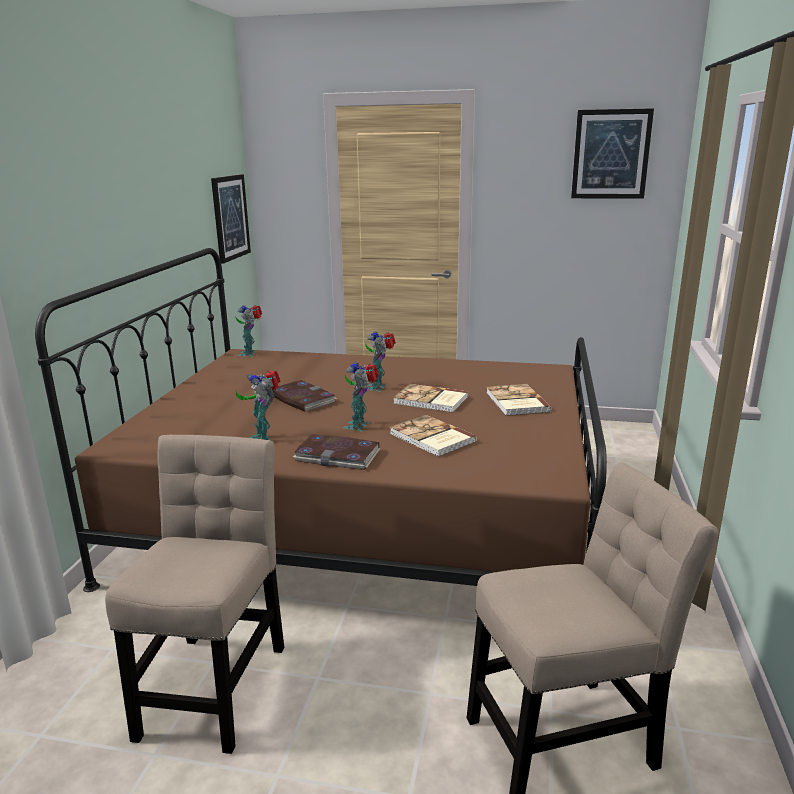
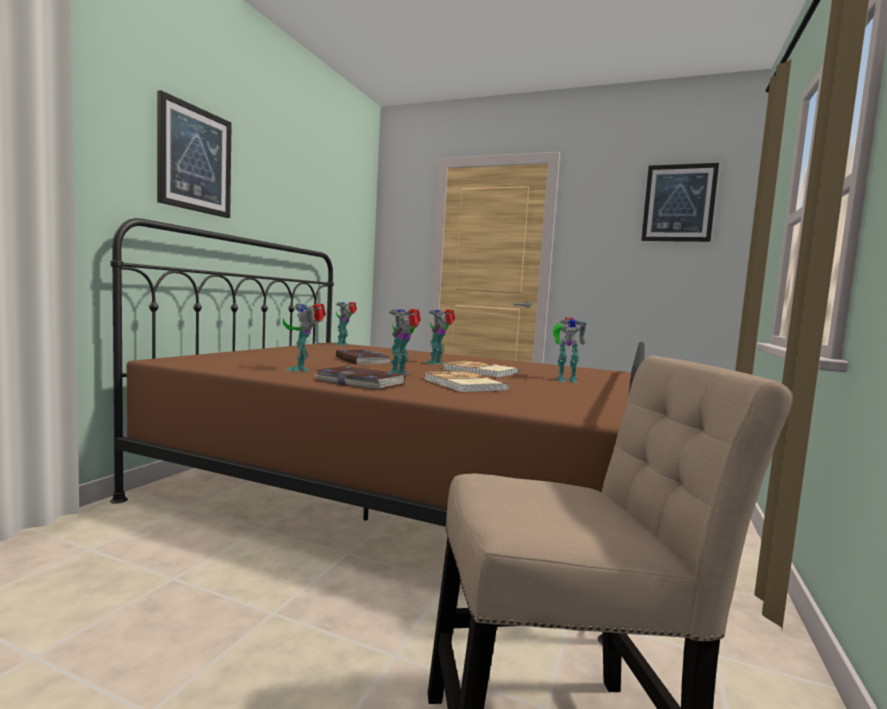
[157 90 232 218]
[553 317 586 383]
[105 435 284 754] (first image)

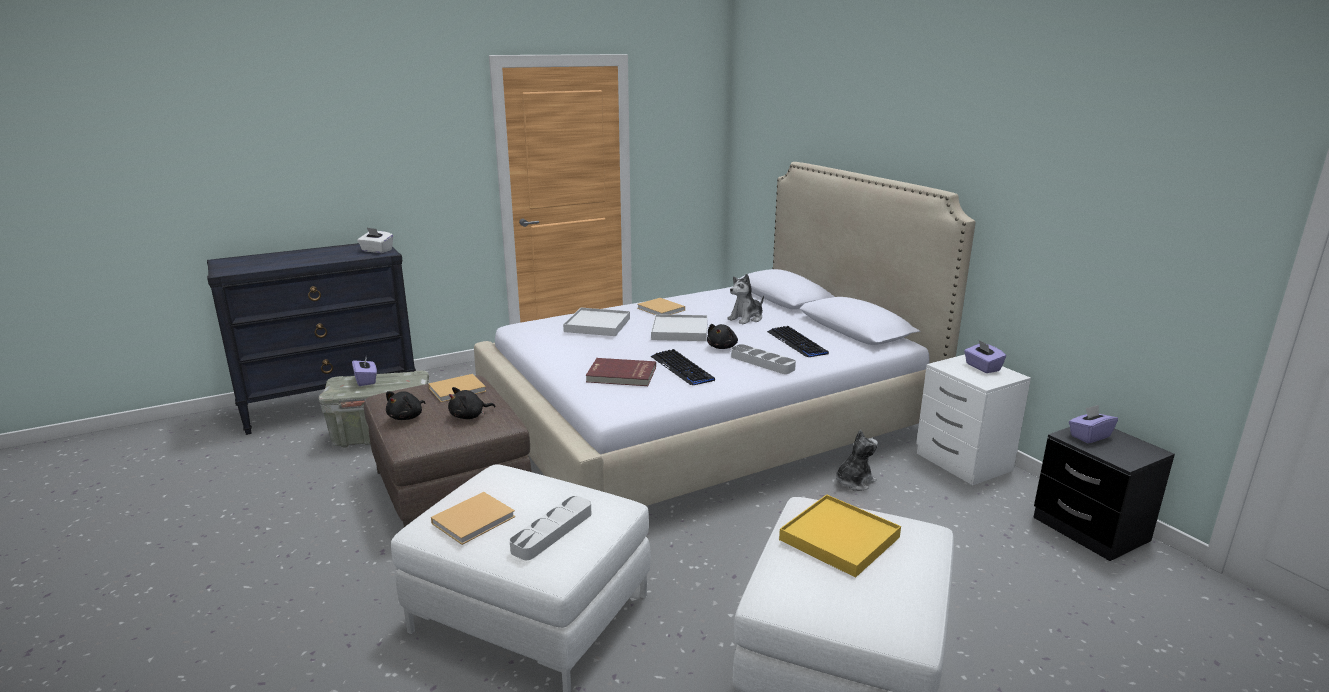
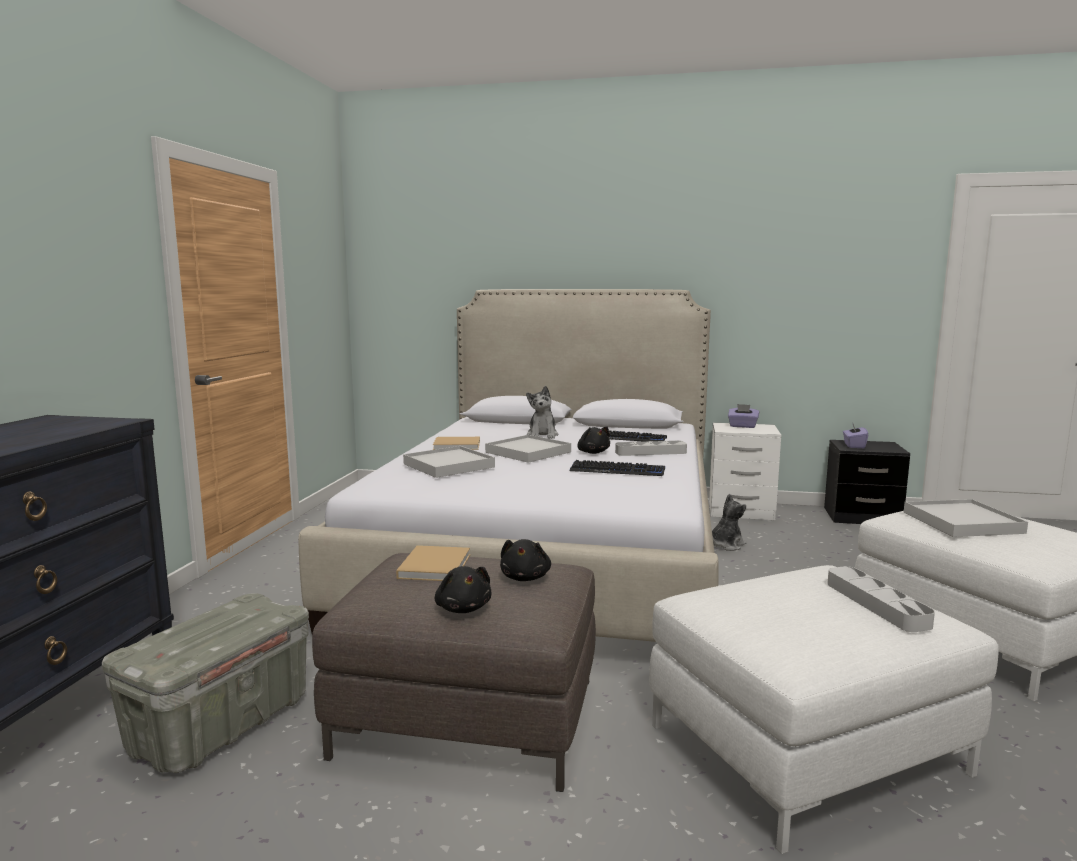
[712 494 746 551]
[904 499 1028 537]
[352 358 377 386] (first image)
[357 227 393 253] (first image)
[431 492 515 545] (first image)
[585 358 656 386] (first image)

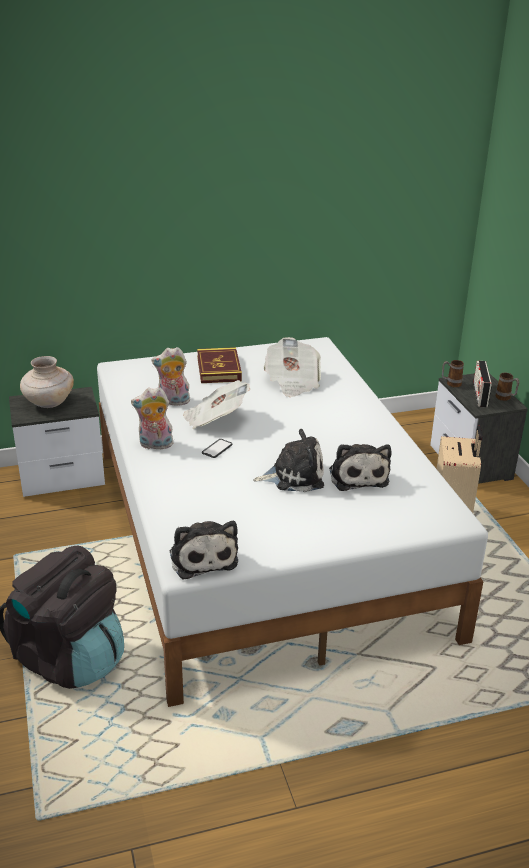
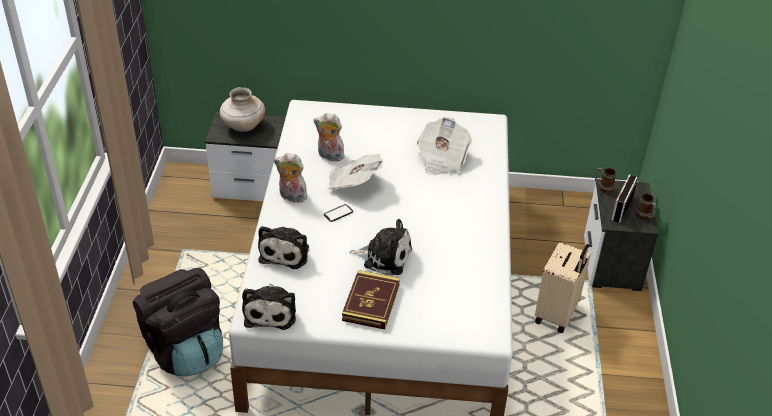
[258 226 309 269]
[342 270 400 330]

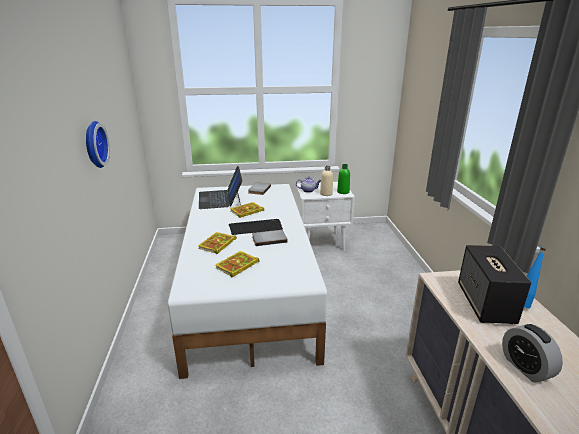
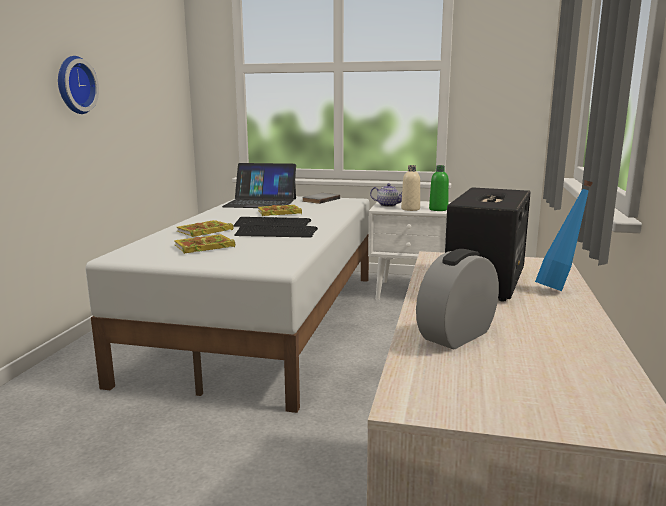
[222 163 296 208]
[235 225 318 238]
[416 249 499 349]

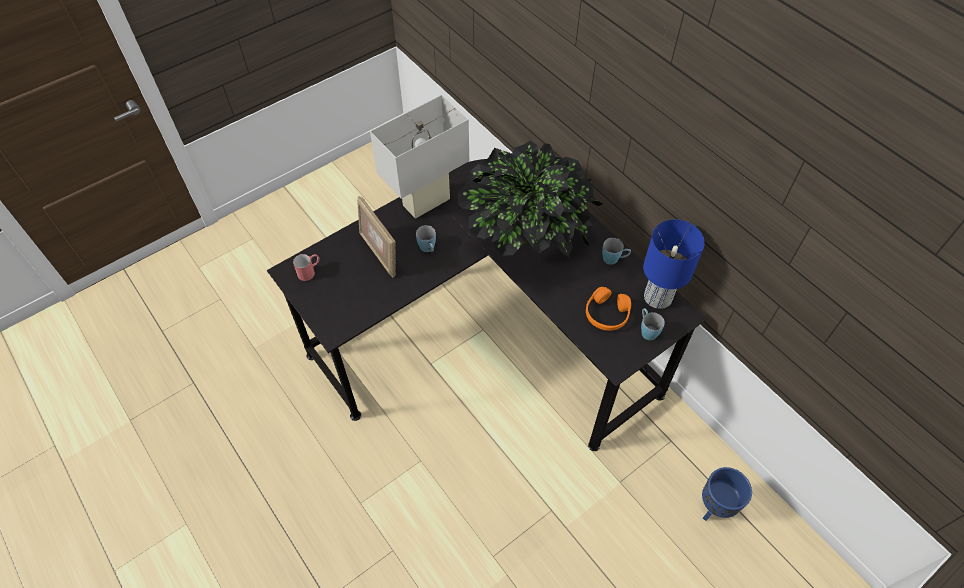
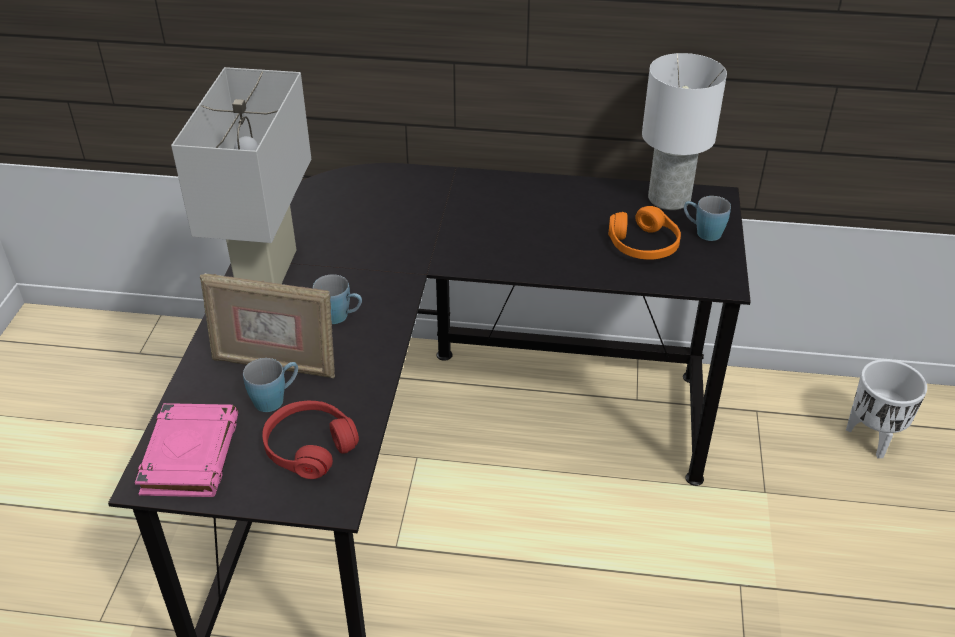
[135 403 239 497]
[243 358 298 412]
[262 401 359 479]
[642 53 727 210]
[846 359 927 458]
[457 141 603 257] (first image)

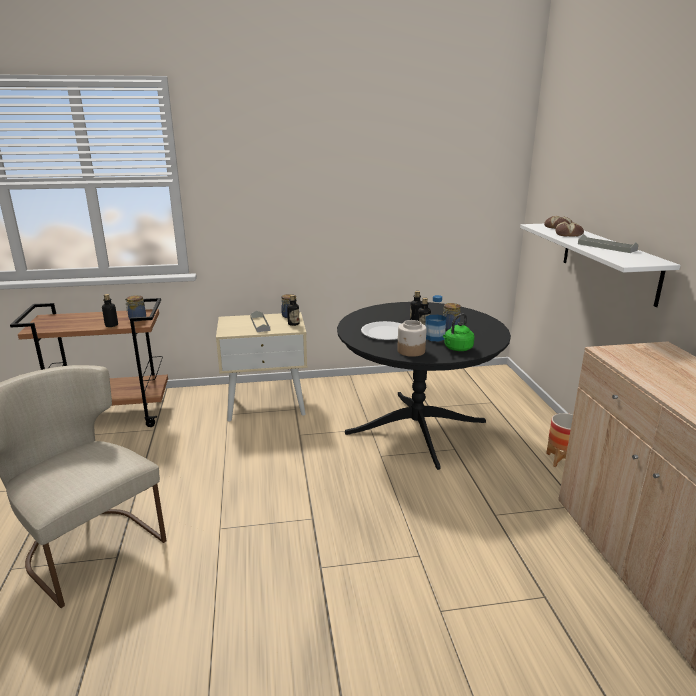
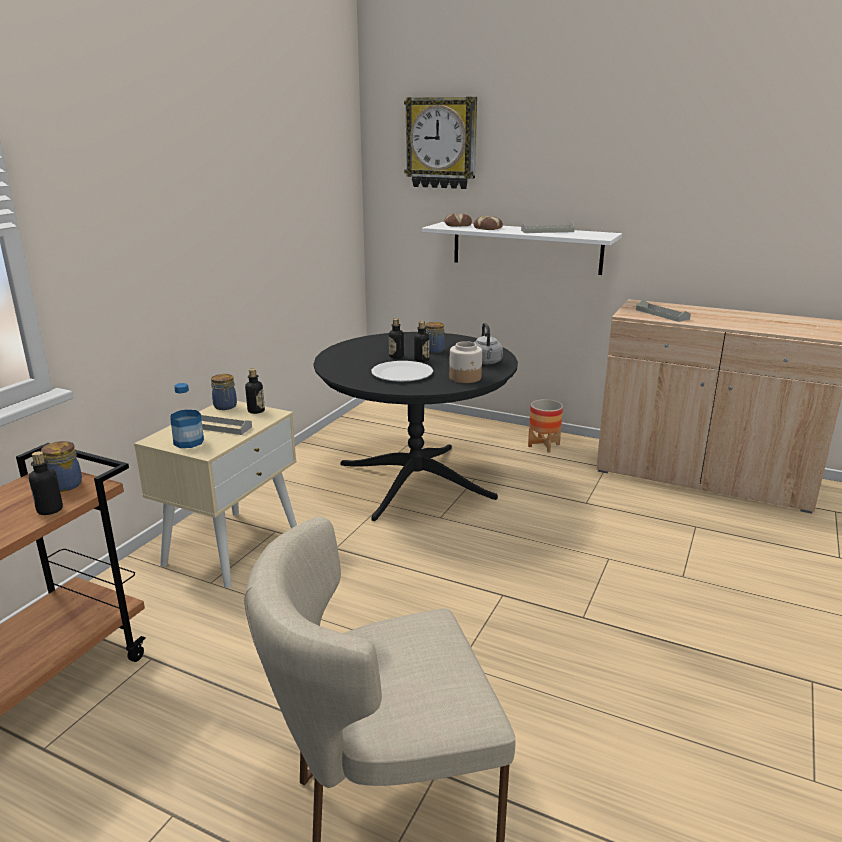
[170 383 204 448]
[404 97 477 189]
[474 323 503 364]
[636 300 691 322]

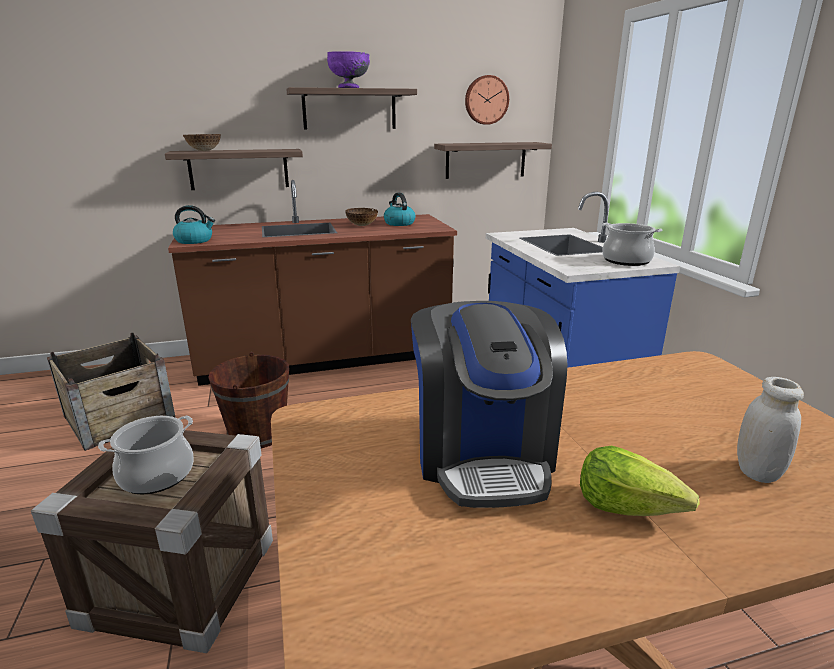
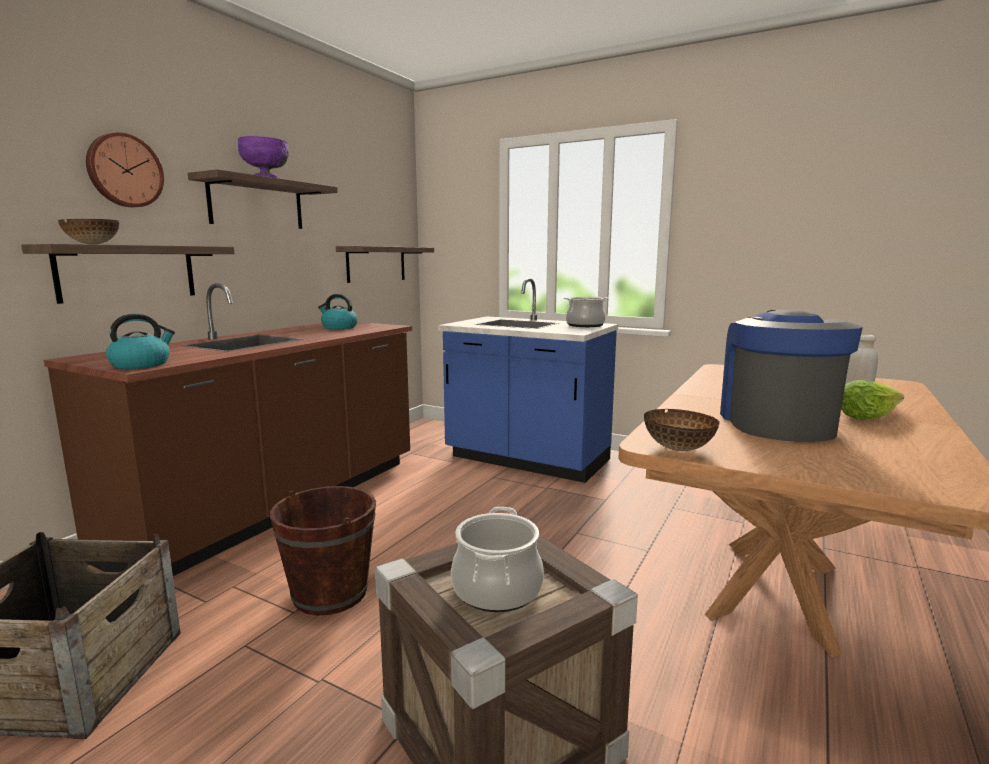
[86 132 164 207]
[644 409 720 451]
[720 310 863 442]

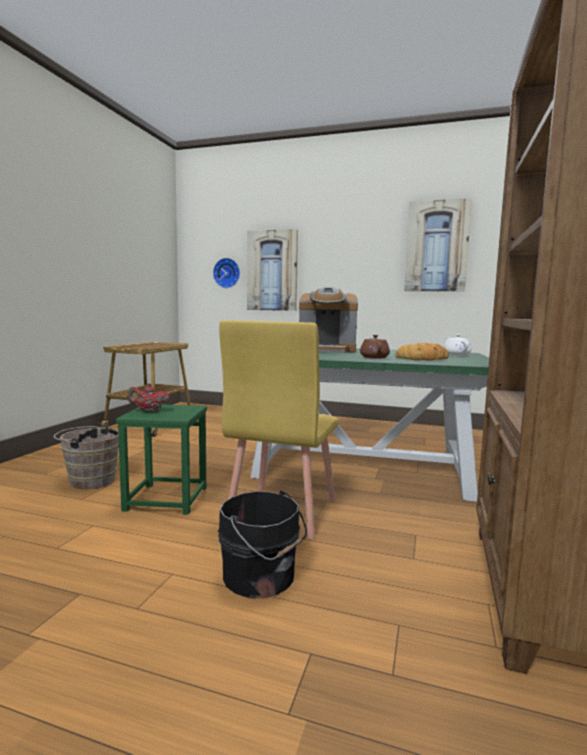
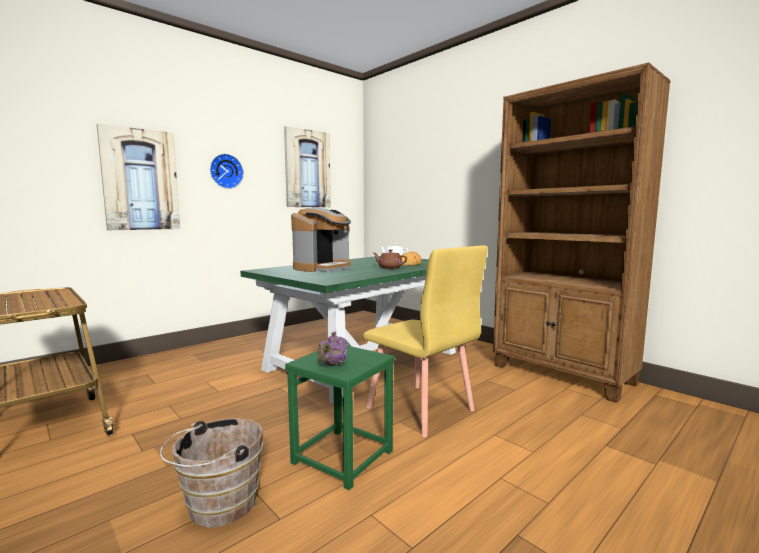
[210 154 244 189]
[318 332 347 366]
[218 490 307 599] (first image)

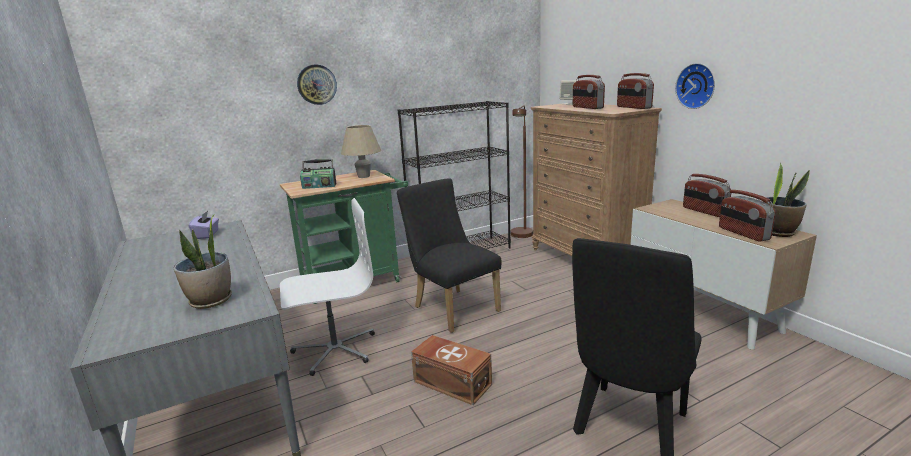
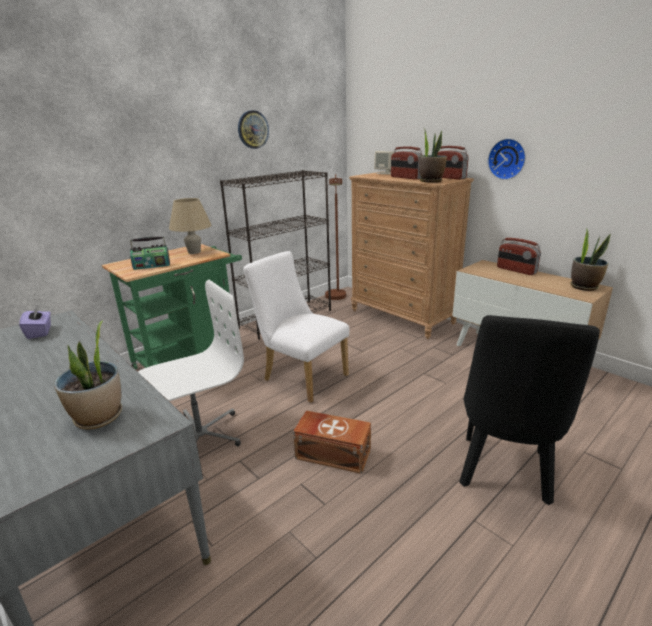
[238 110 269 149]
[243 251 350 403]
[419 127 447 183]
[719 190 776 242] (first image)

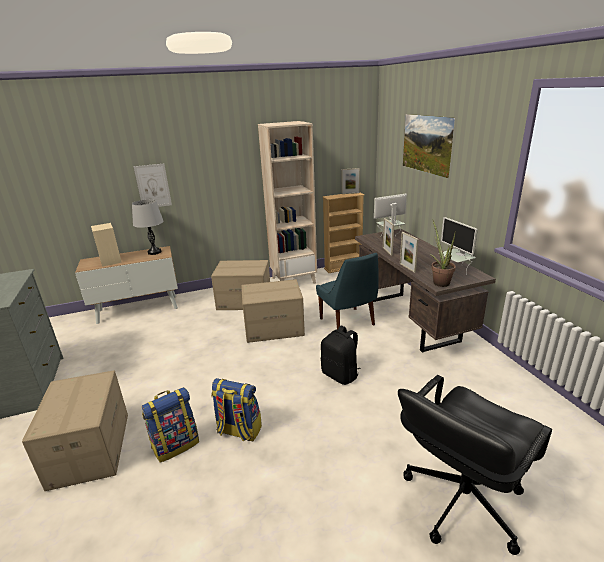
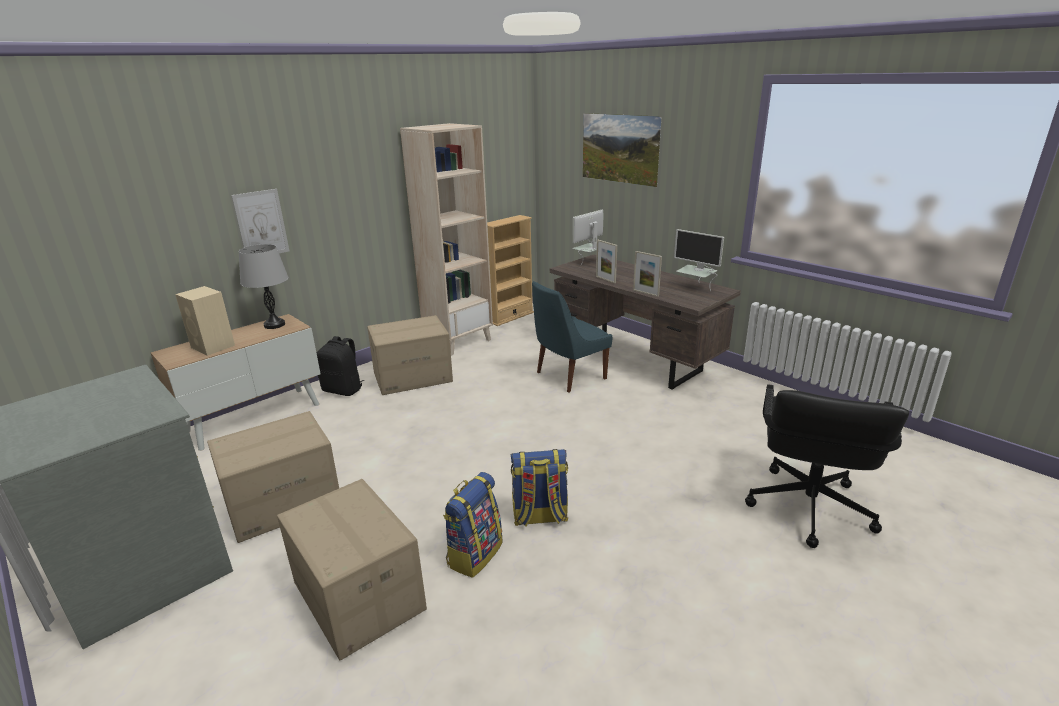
[207 411 339 543]
[317 336 364 396]
[532 281 613 393]
[342 168 360 194] (first image)
[430 219 456 287] (first image)

